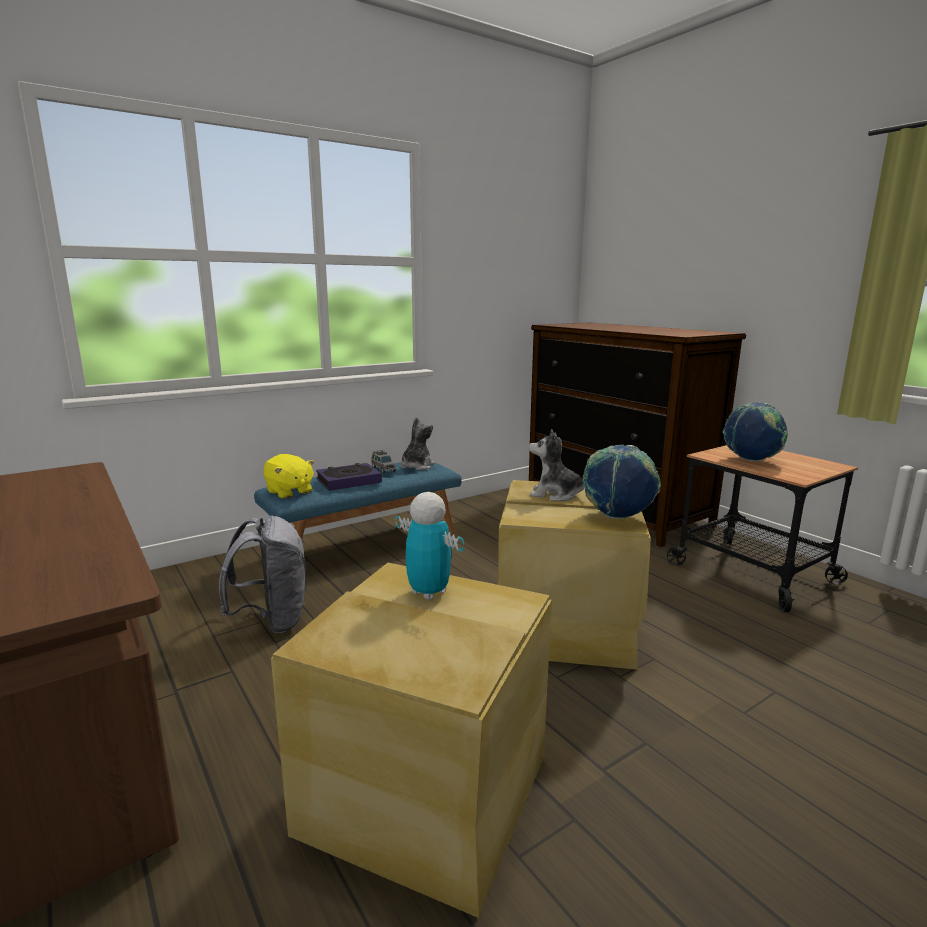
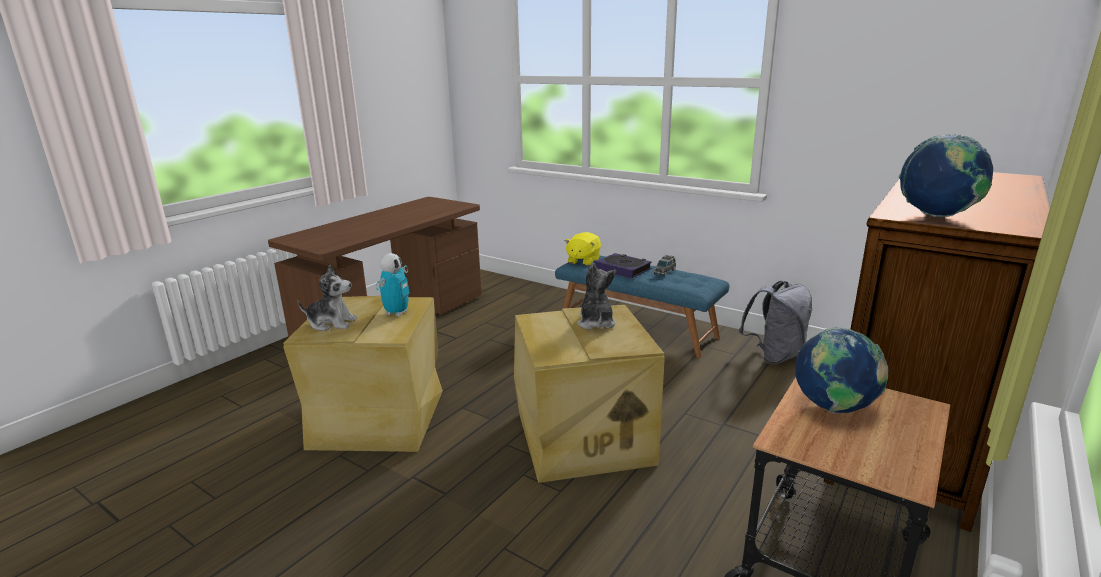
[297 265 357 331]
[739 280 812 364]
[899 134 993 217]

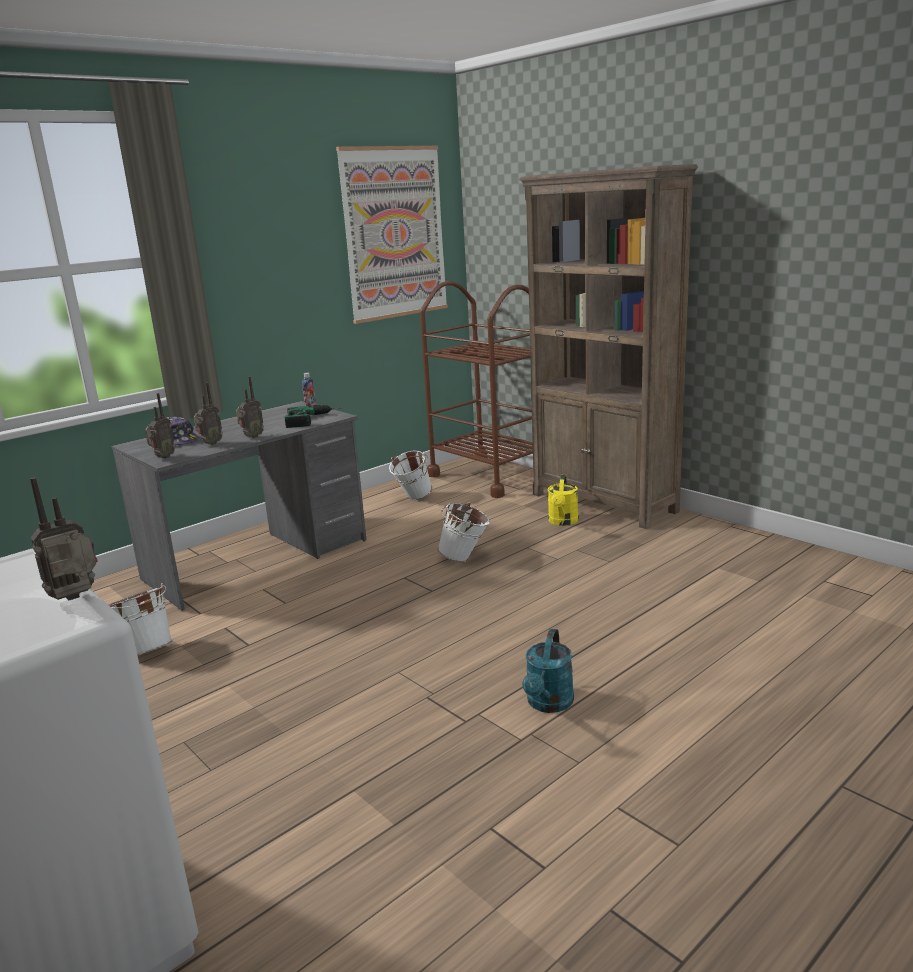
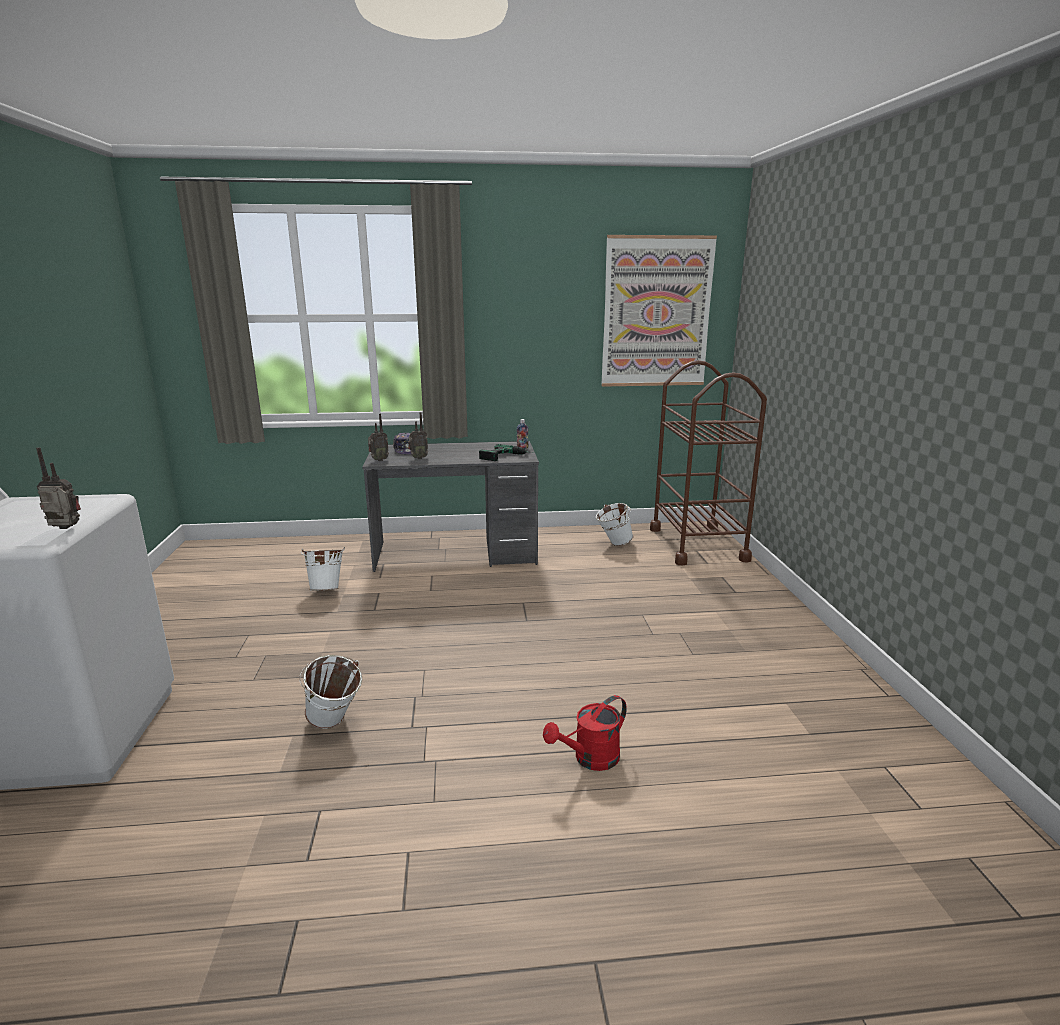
[299 655 362 729]
[543 695 627 771]
[236 377 264 438] (first image)
[519 164 698 529] (first image)
[522 629 574 713] (first image)
[548 475 579 526] (first image)

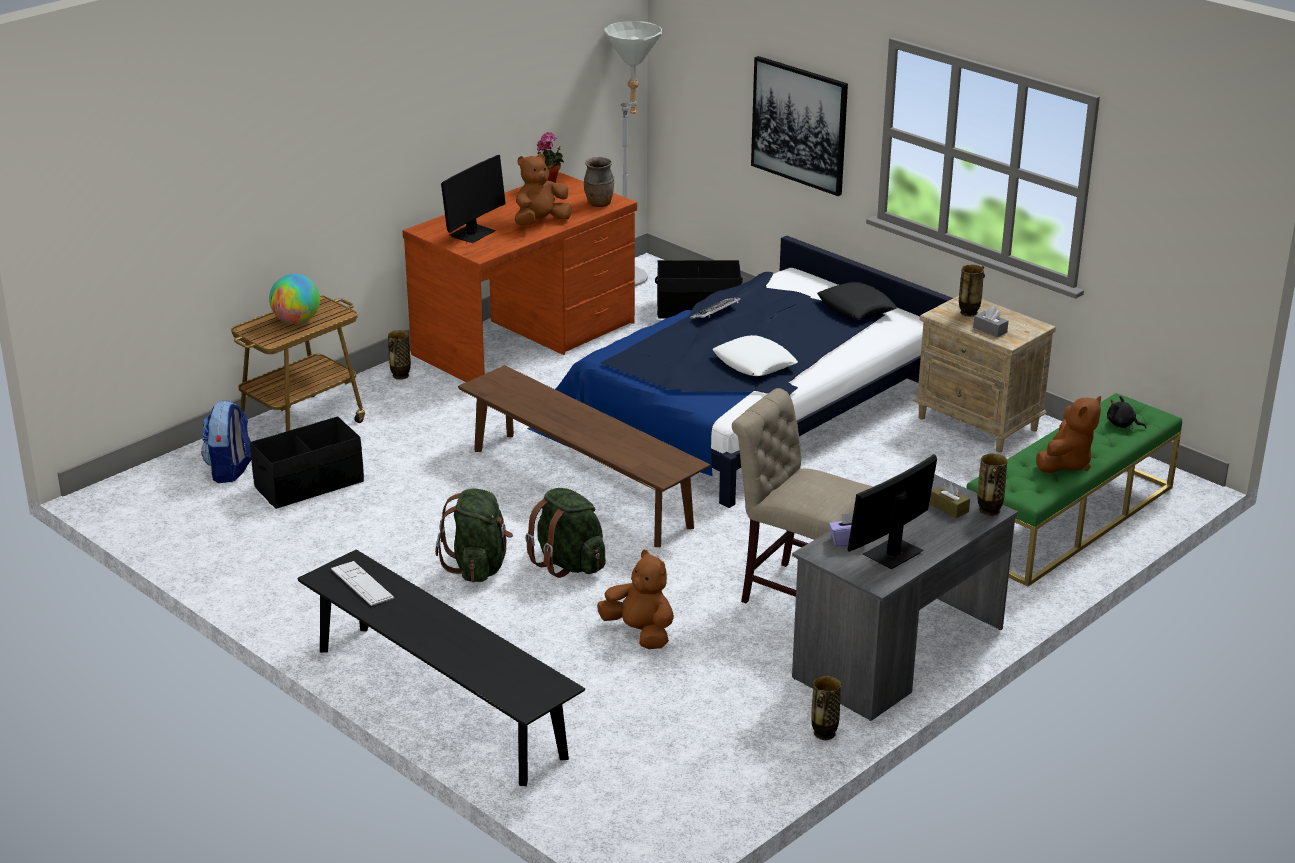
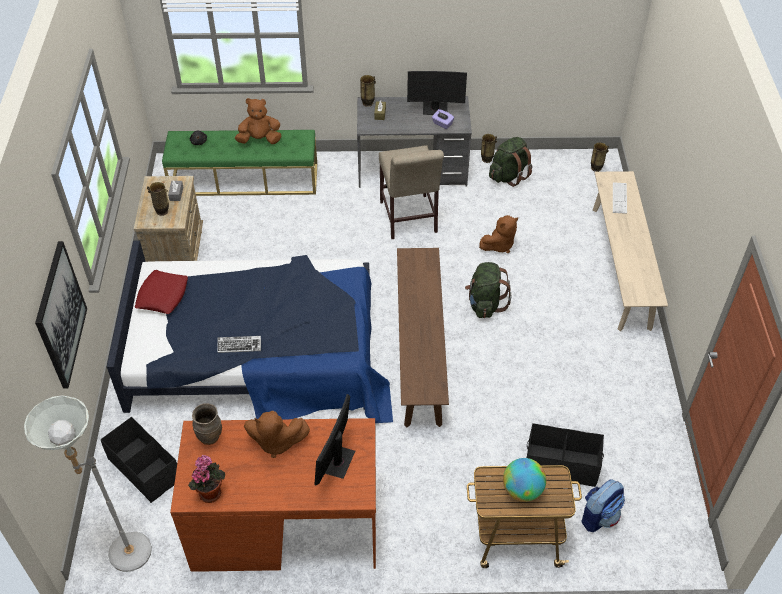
[135 270 188 314]
[314 394 355 485]
[479 215 518 253]
[489 137 532 187]
[591 142 609 172]
[593 171 668 331]
[613 182 627 214]
[713 335 798 376] (first image)

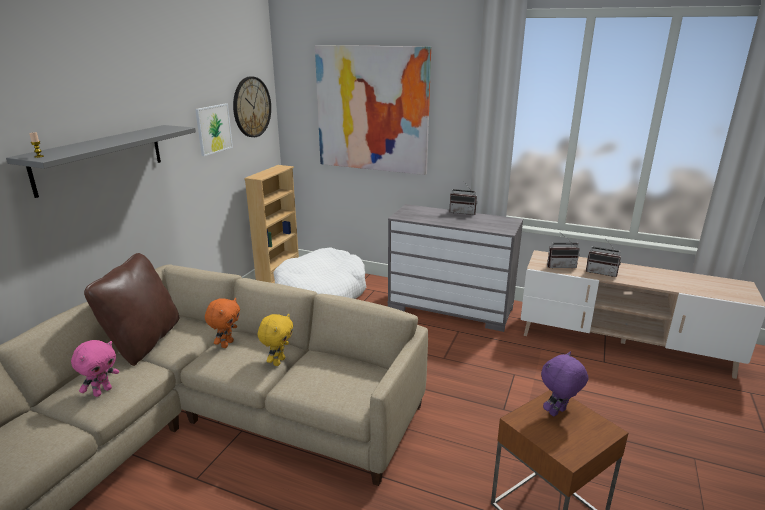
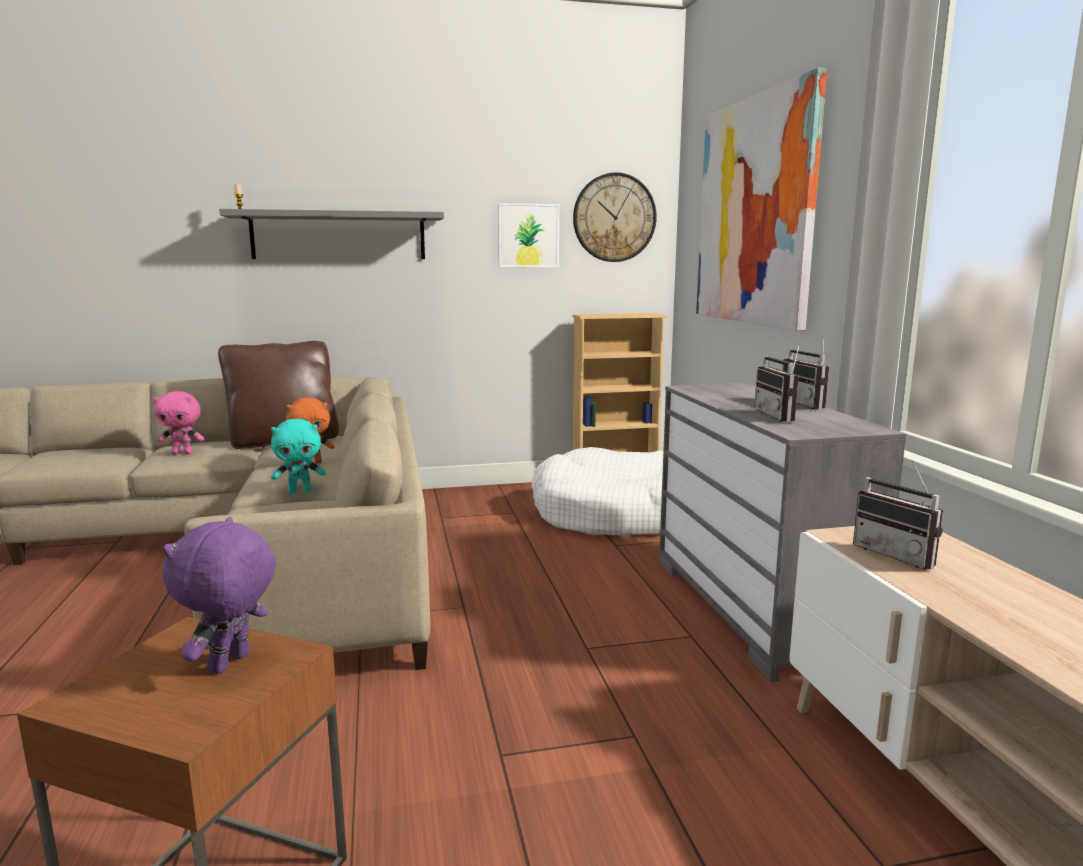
[163 517 276 674]
[271 419 326 493]
[754 343 800 422]

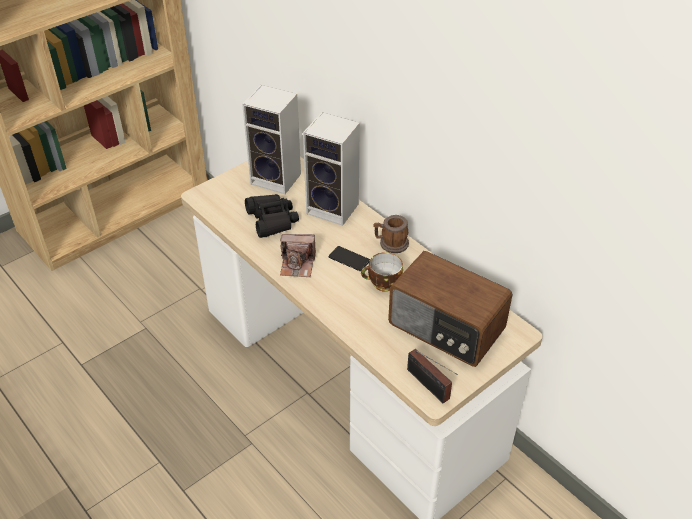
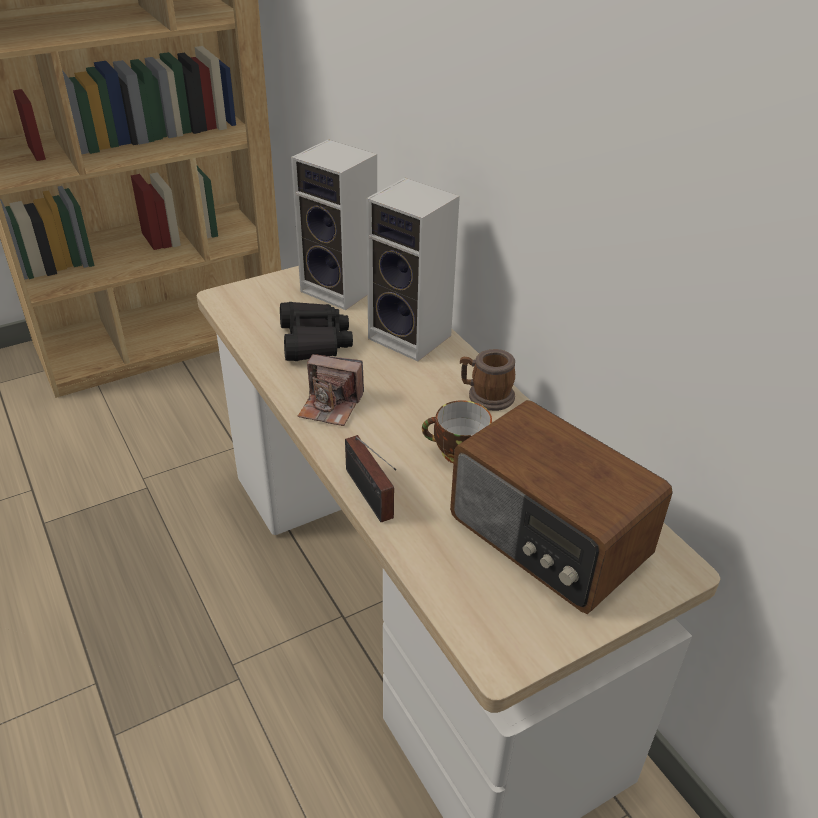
[345 435 396 522]
[329 246 370 271] (first image)

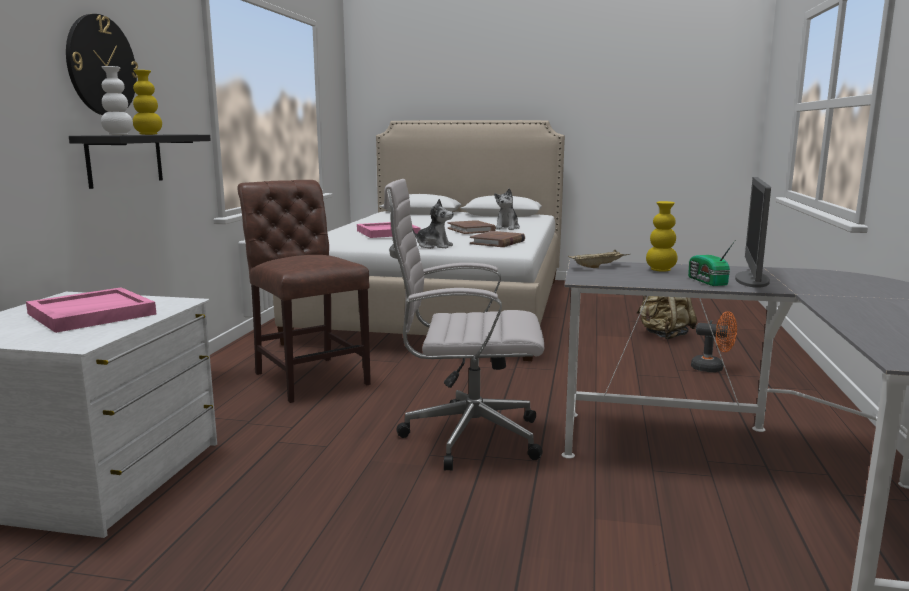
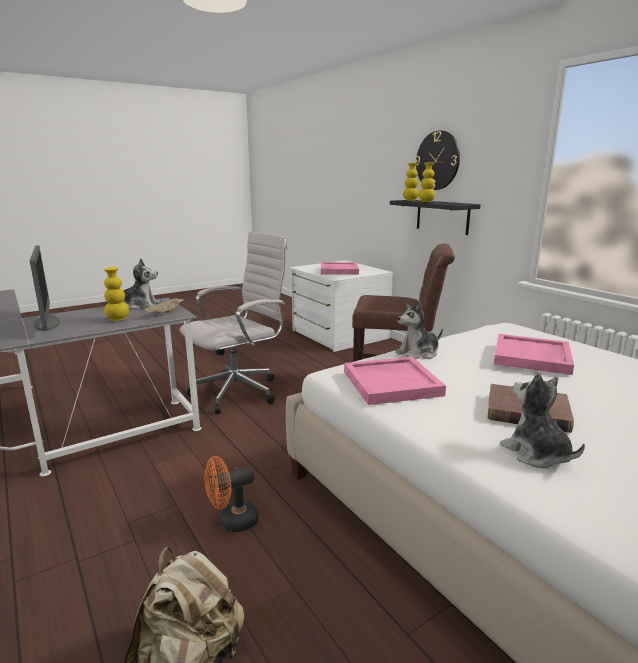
[123 259 160 309]
[205 456 258 532]
[344 357 446 405]
[403 163 419 201]
[688 241 735 286] (first image)

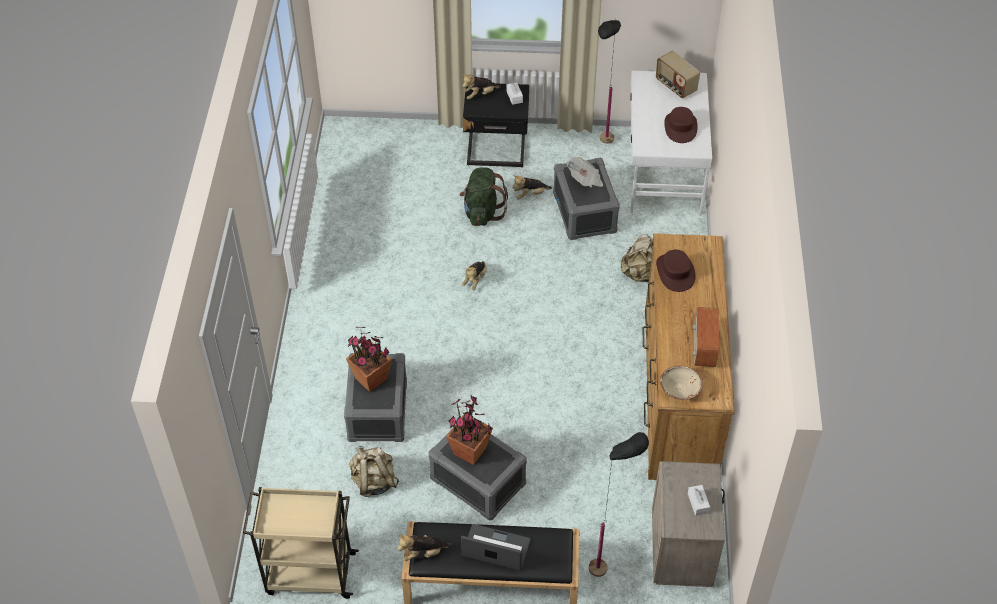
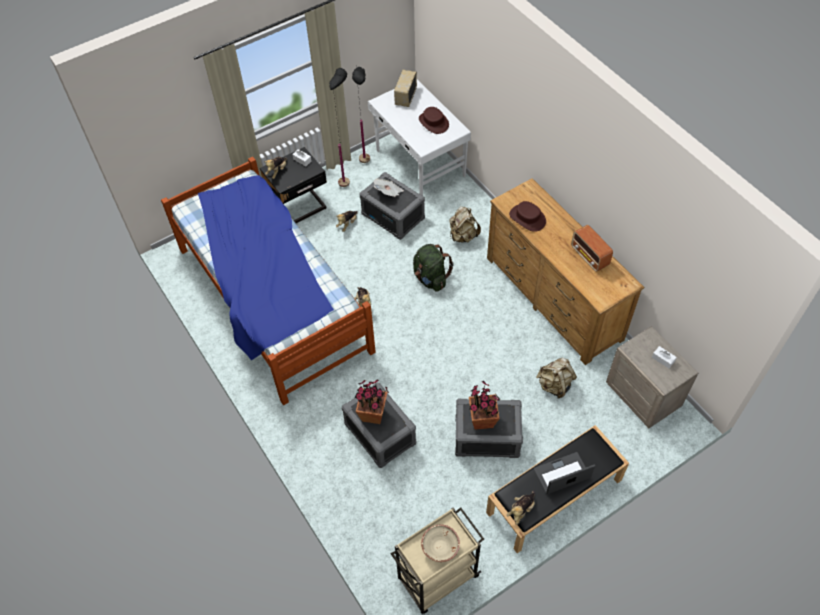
[161 157 376 405]
[329 68 350 187]
[394 70 417 107]
[413 244 454 292]
[421 525 460 562]
[536 358 577 398]

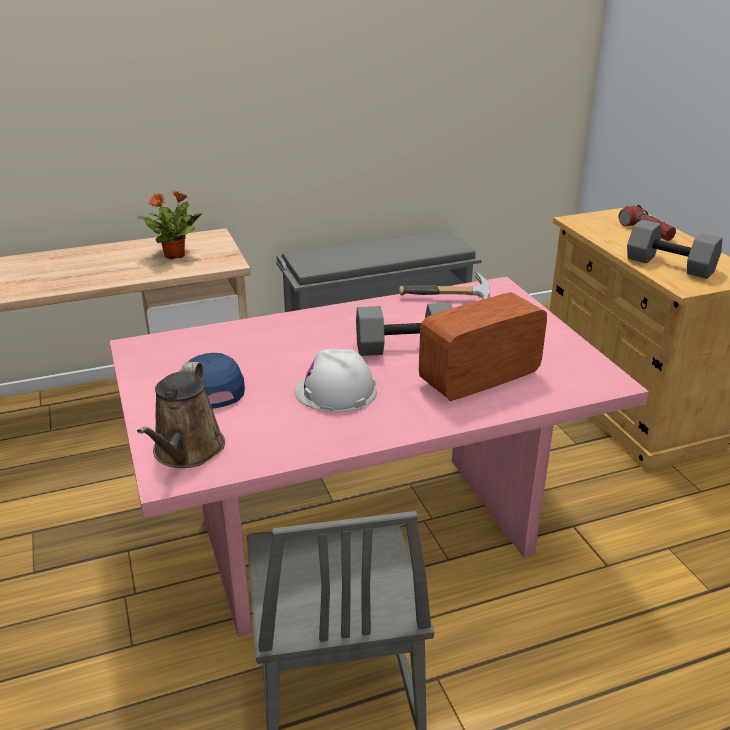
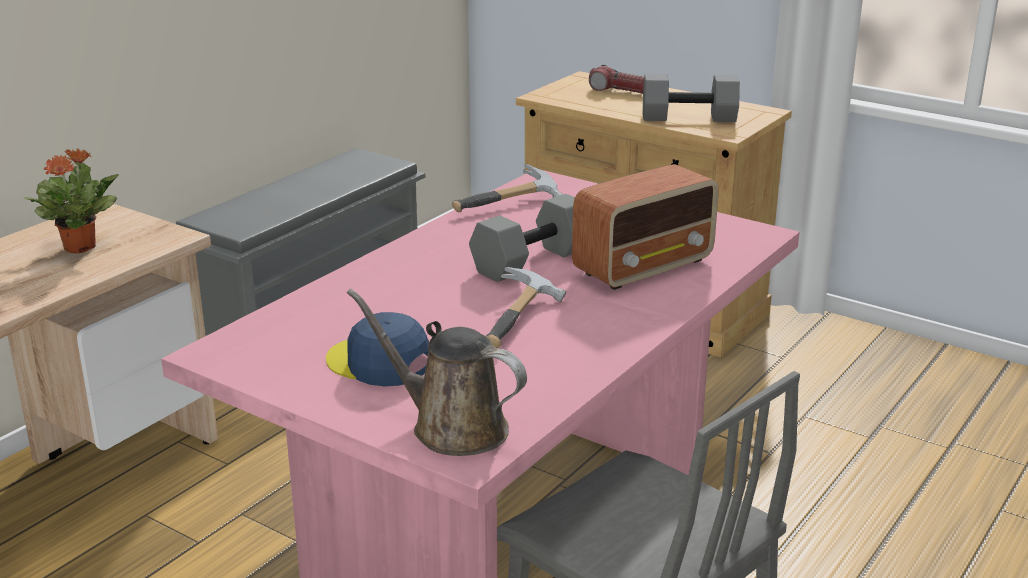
[347 289 527 456]
[486 267 566 348]
[572 164 719 290]

